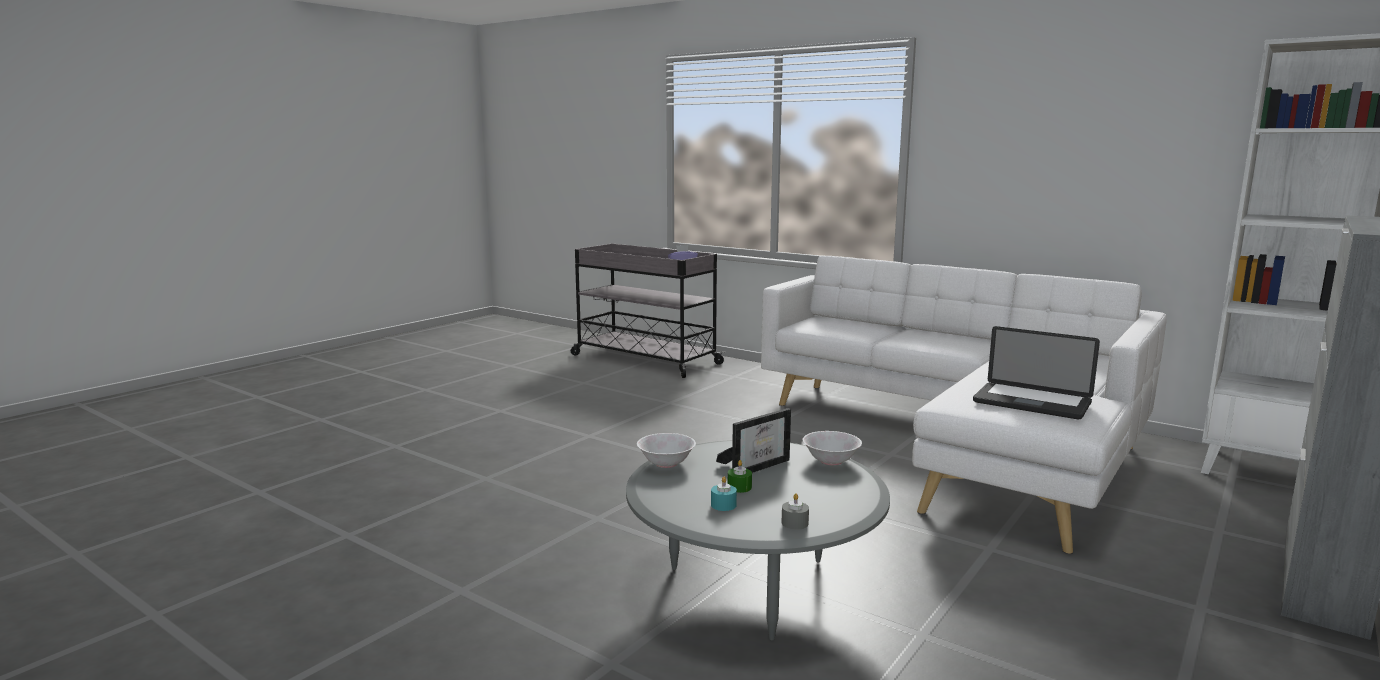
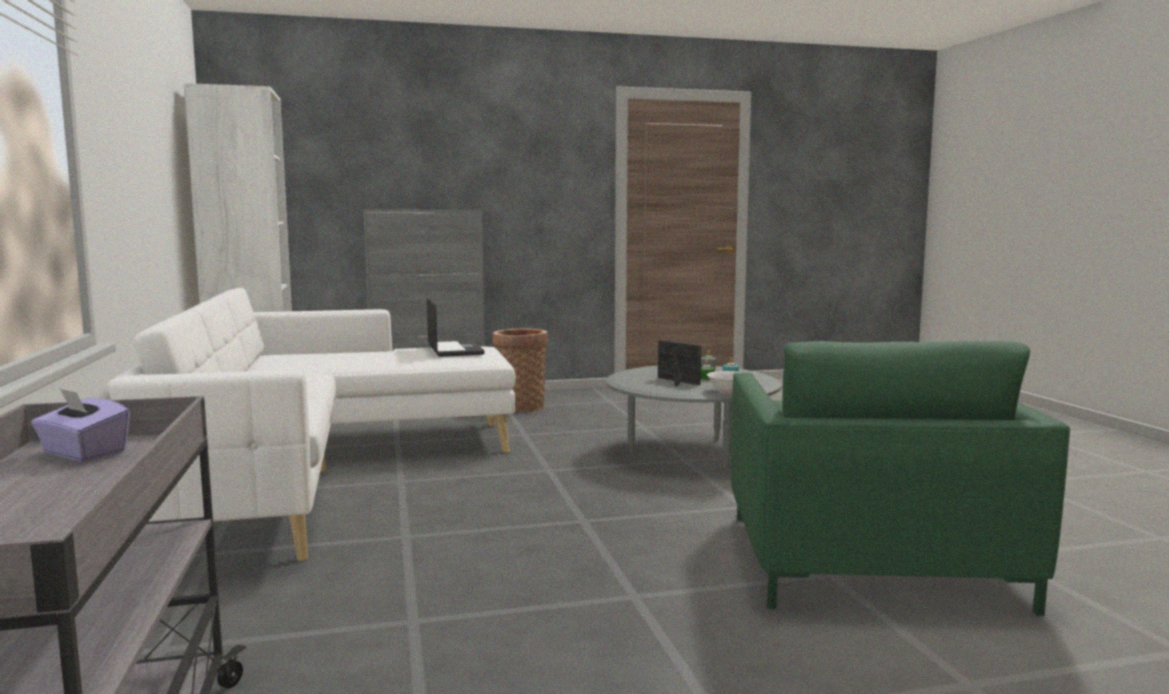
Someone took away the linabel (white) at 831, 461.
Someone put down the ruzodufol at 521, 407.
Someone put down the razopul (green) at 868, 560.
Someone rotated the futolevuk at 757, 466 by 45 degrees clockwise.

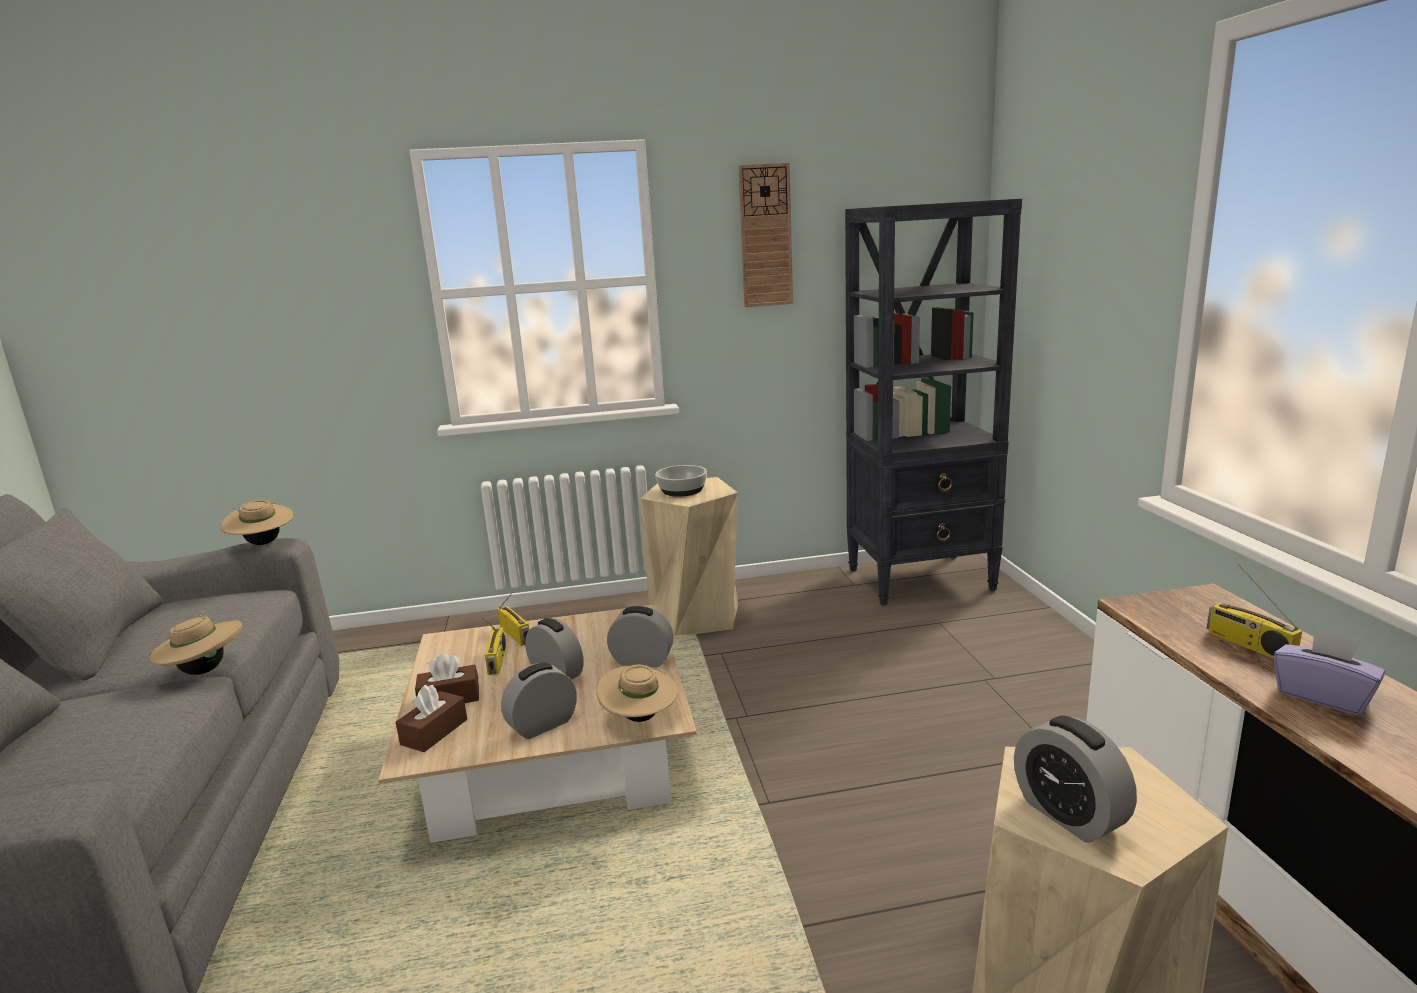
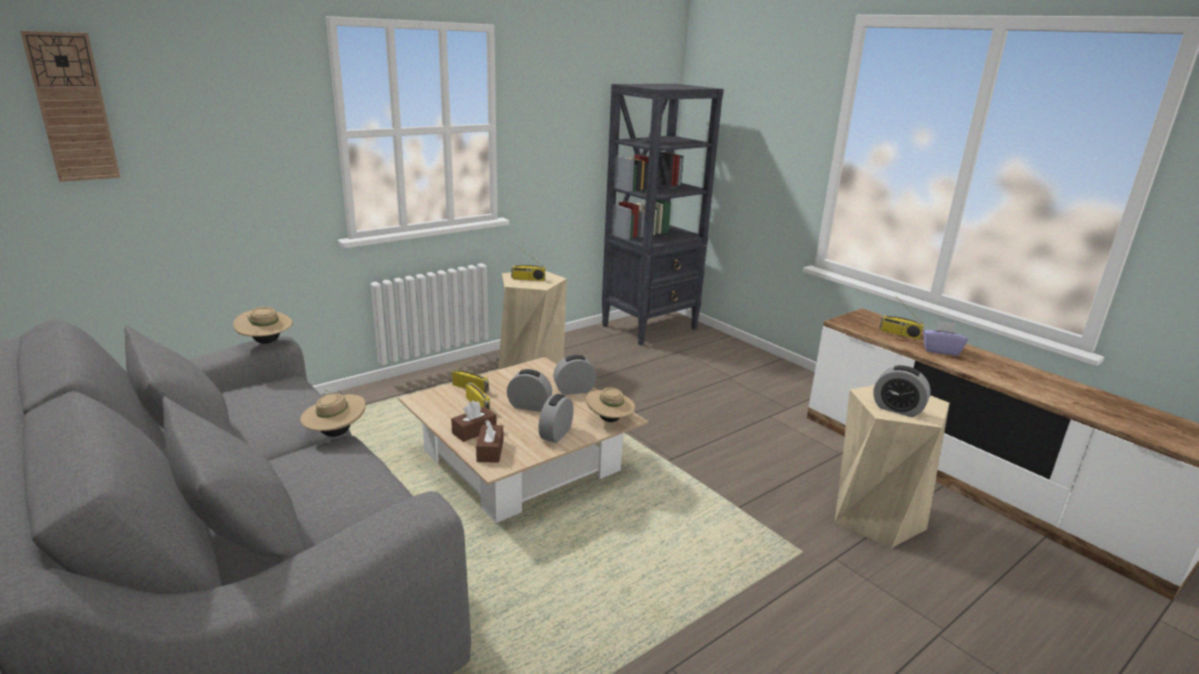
Someone carried the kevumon from 766, 236 to 73, 108.
Someone swapped the linabel at 683, 490 for the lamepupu at 528, 279.

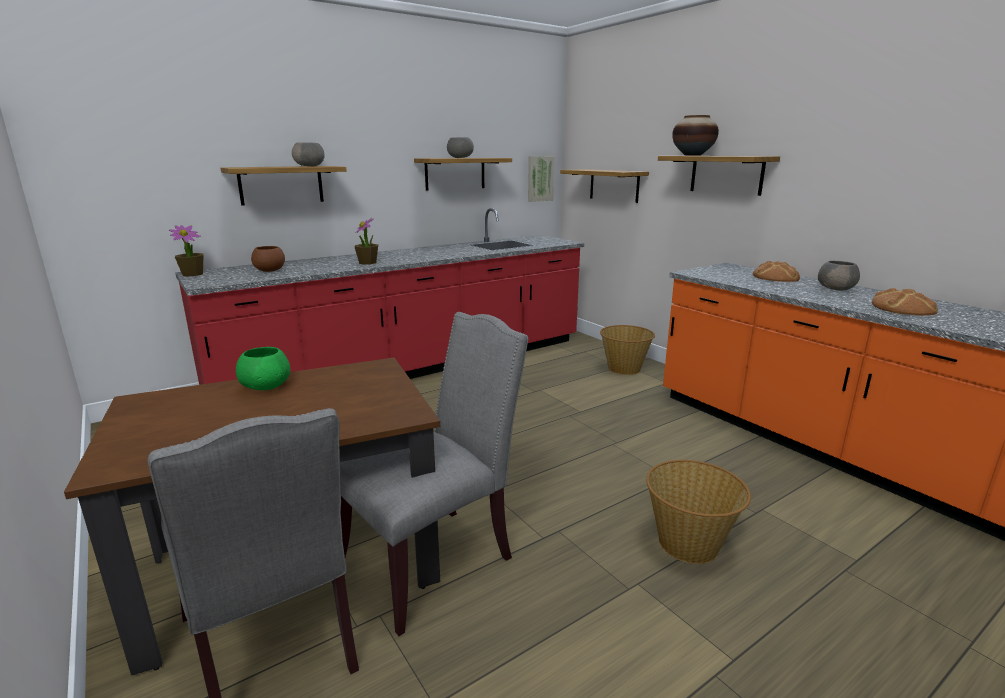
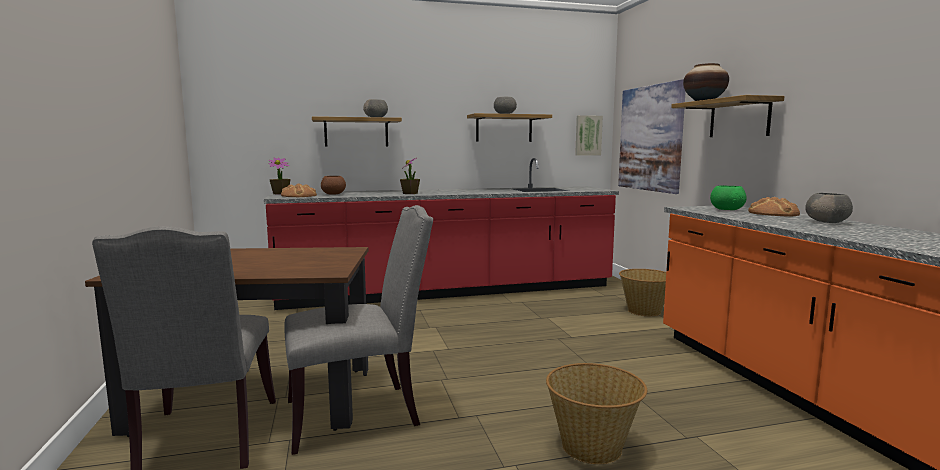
Someone carried the linabel (green) from 266, 386 to 727, 210.
Someone carried the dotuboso from 902, 308 to 299, 196.
Someone swapped the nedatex at 614, 185 for the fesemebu at 650, 138.

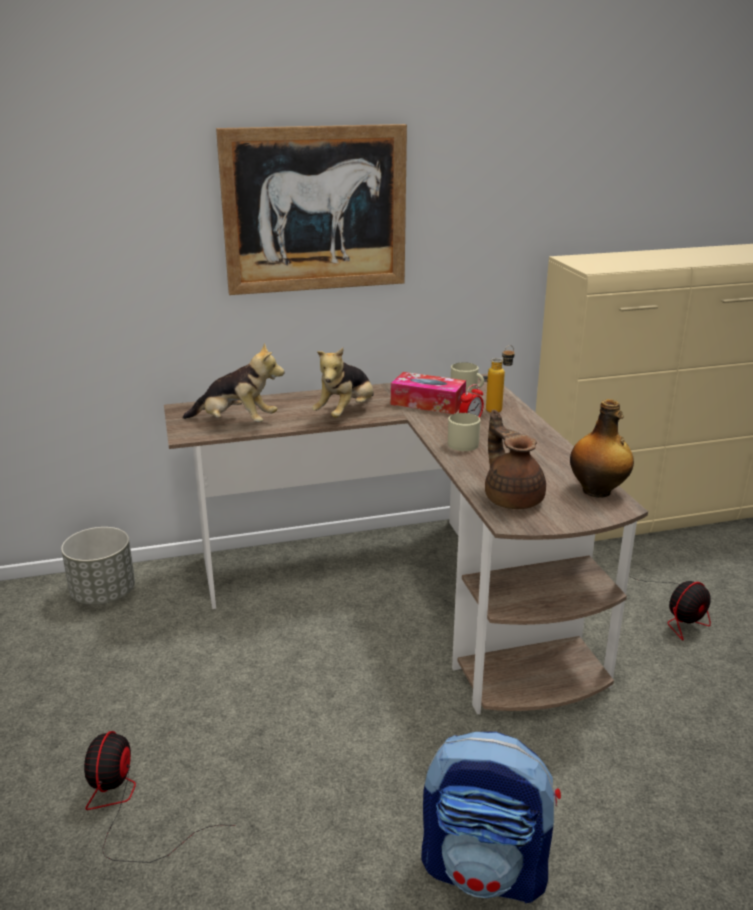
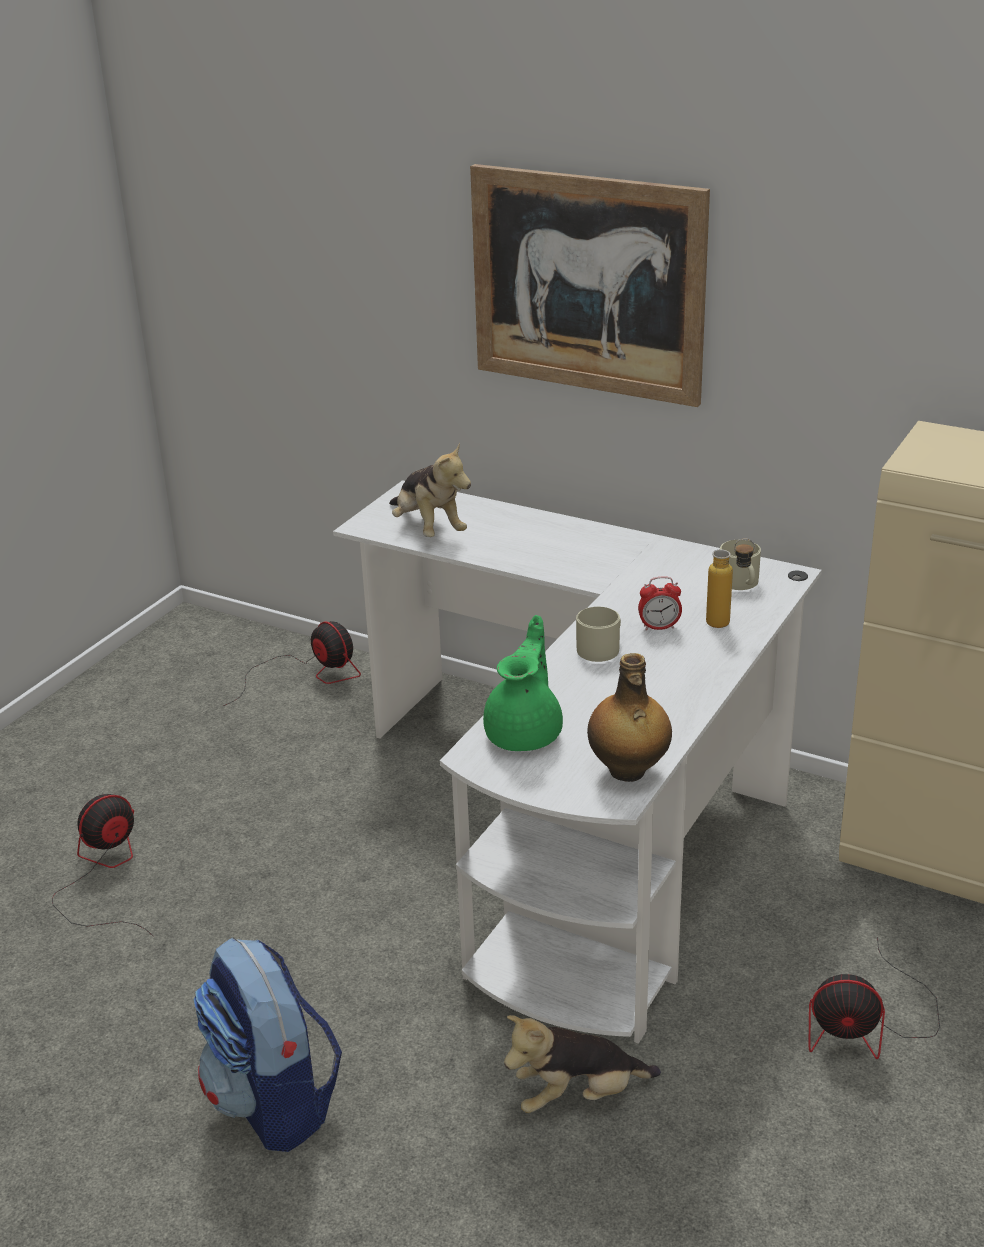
Someone took away the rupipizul at 428, 403.
Someone carried the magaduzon from 346, 413 to 577, 1096.
Someone swapped the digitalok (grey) at 104, 594 for the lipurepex at 309, 674.
Someone repainted the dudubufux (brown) at 413, 592, which became the dudubufux (white) at 587, 823.
Someone repainted the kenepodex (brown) at 512, 498, which became the kenepodex (green) at 526, 733.

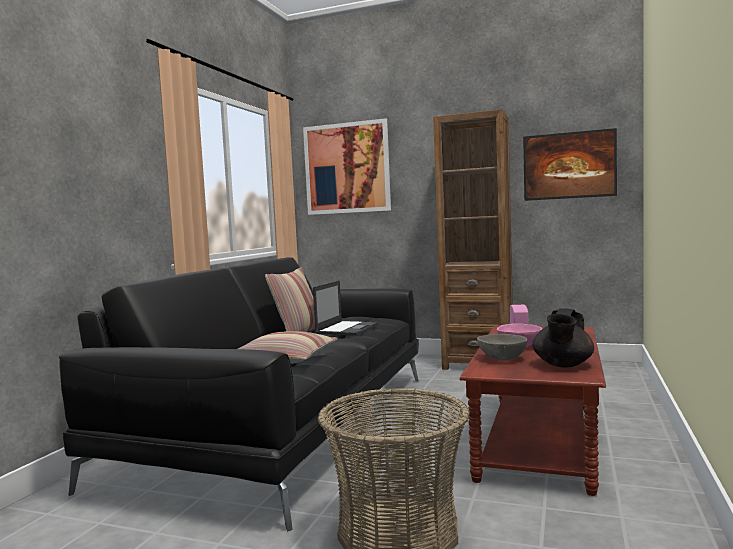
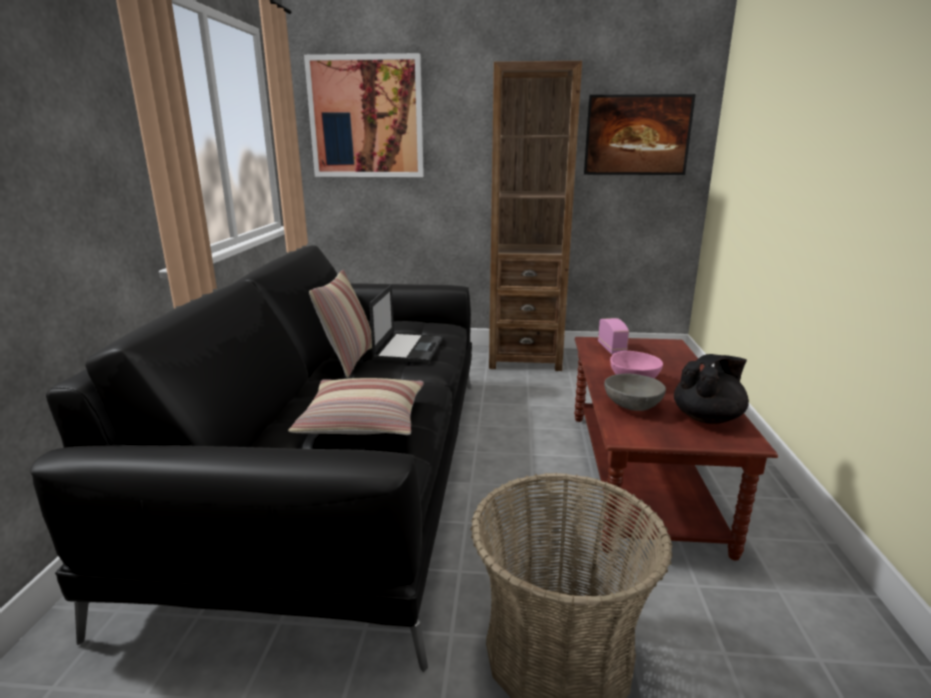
Someone rotated the kenepodex (black) at 563, 365 by 135 degrees counterclockwise.

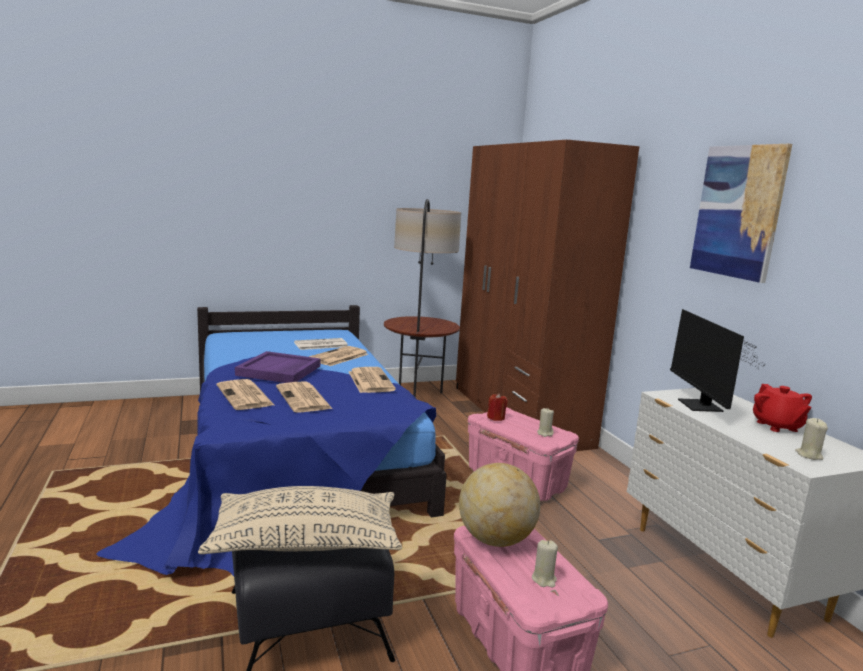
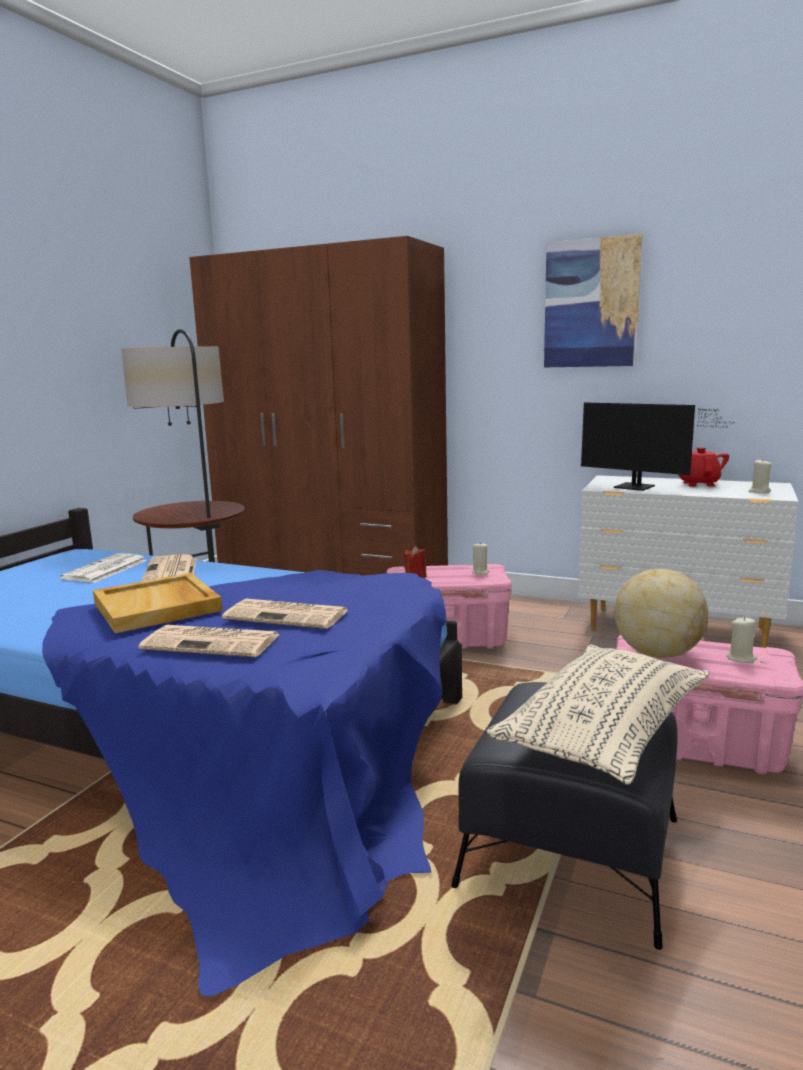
Someone took away the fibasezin at 370, 380.
Someone repainted the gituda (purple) at 279, 371, which became the gituda (beige) at 158, 607.
Someone rotated the kenepodex (red) at 777, 426 by 120 degrees counterclockwise.

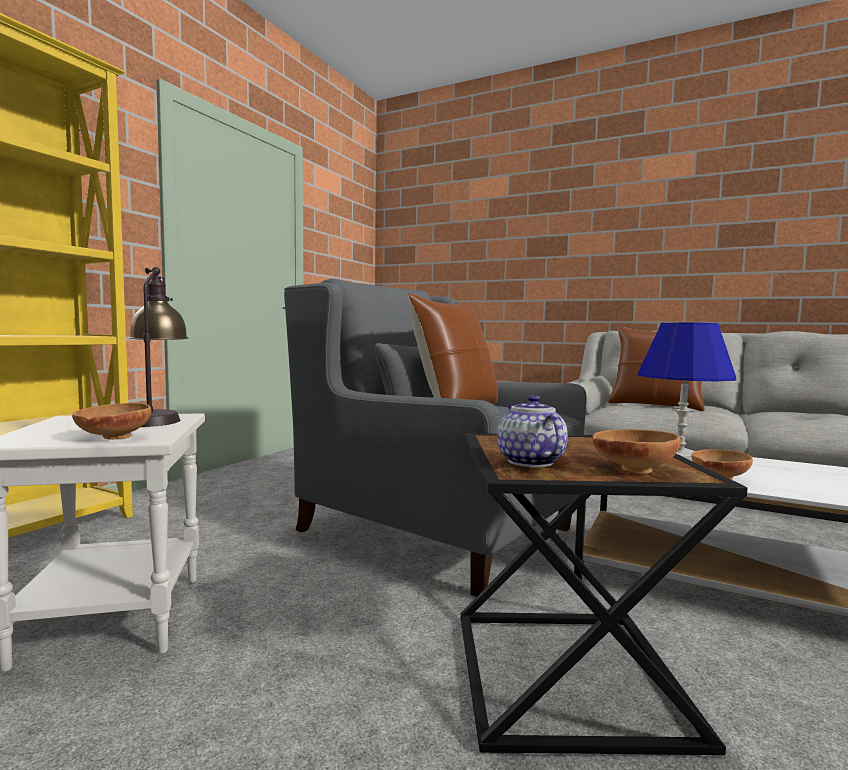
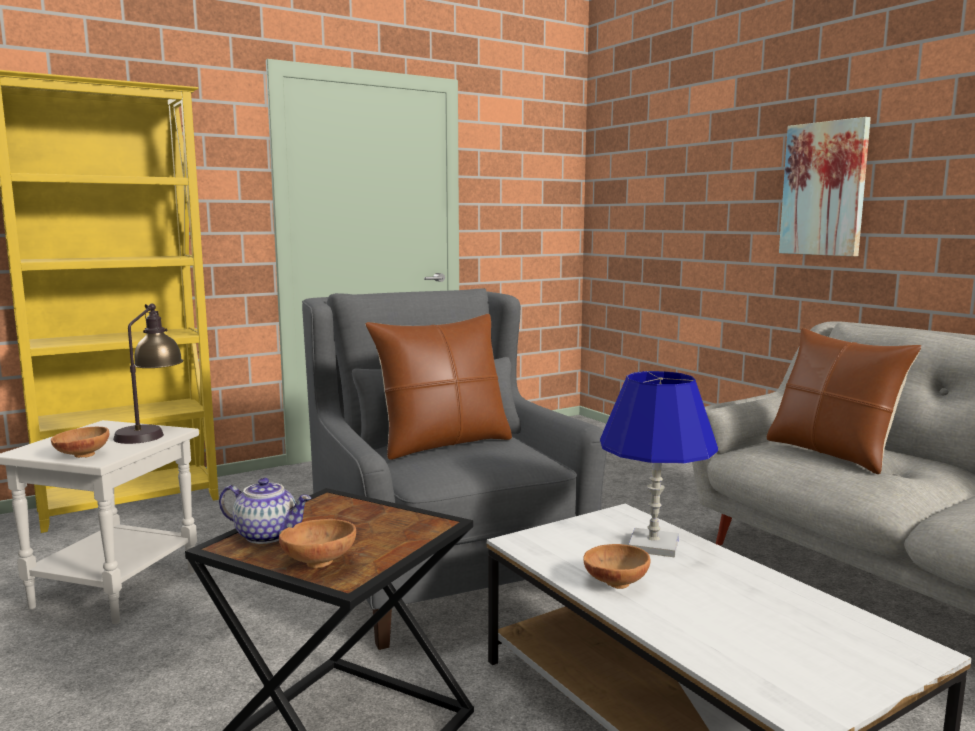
Someone put up the fesemebu at 824, 189.
Someone rotated the kenepodex at 528, 462 by 90 degrees clockwise.

